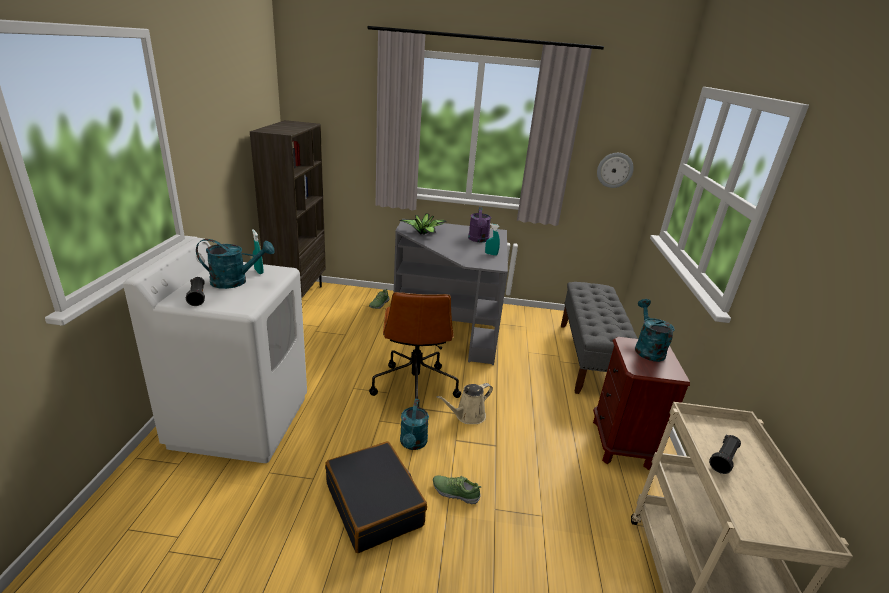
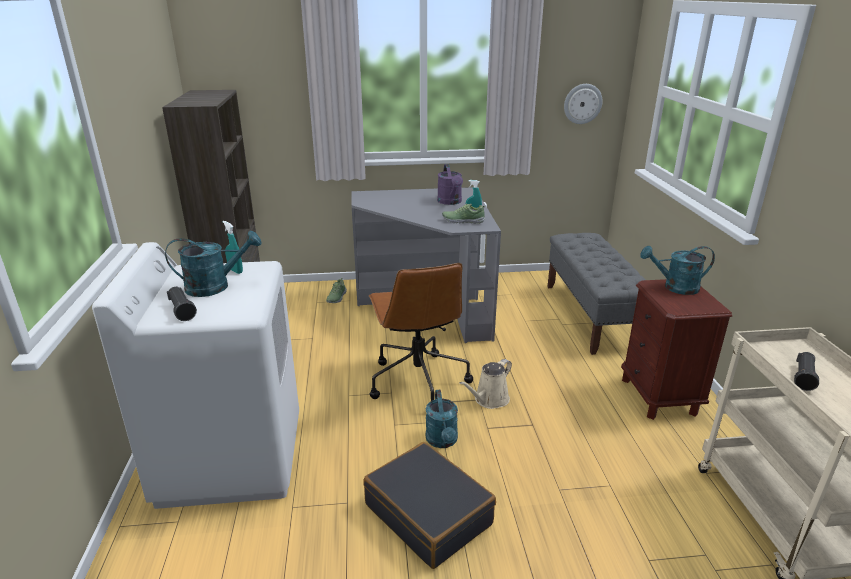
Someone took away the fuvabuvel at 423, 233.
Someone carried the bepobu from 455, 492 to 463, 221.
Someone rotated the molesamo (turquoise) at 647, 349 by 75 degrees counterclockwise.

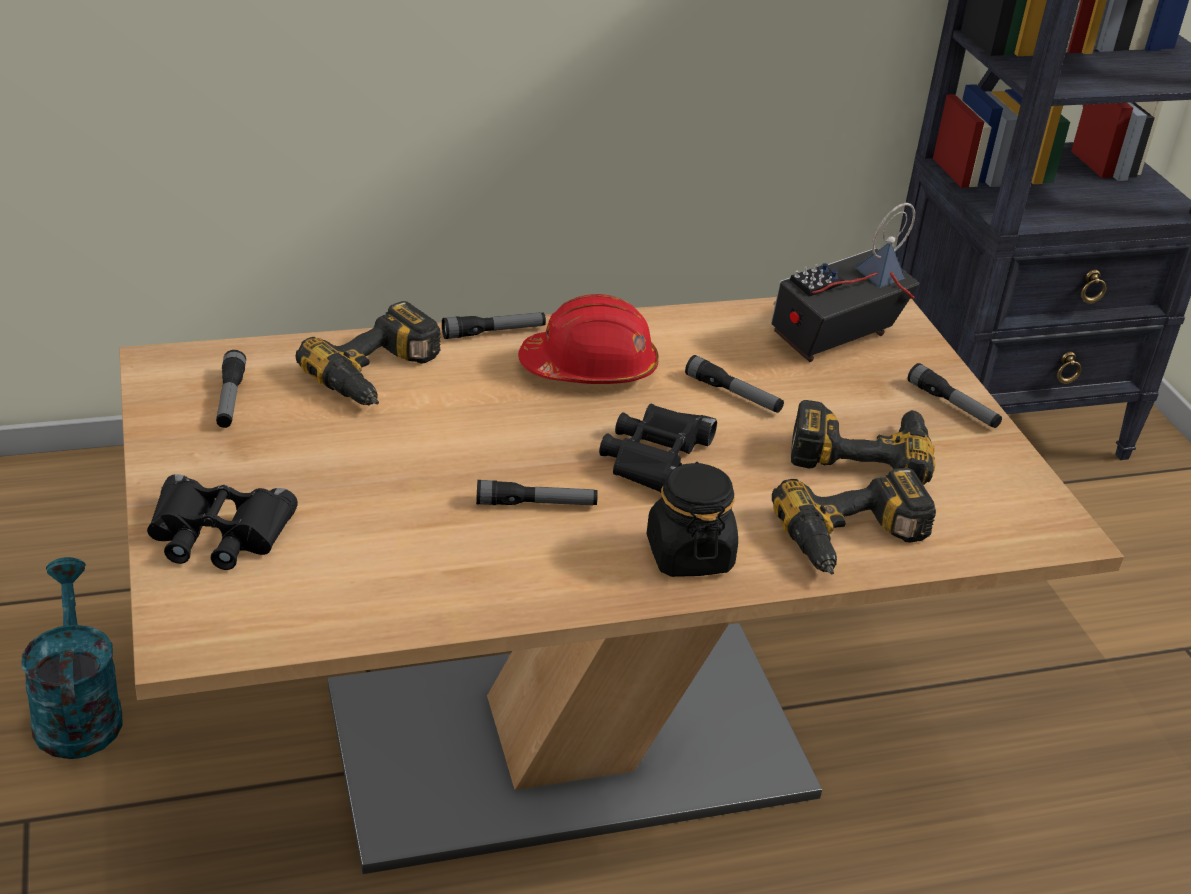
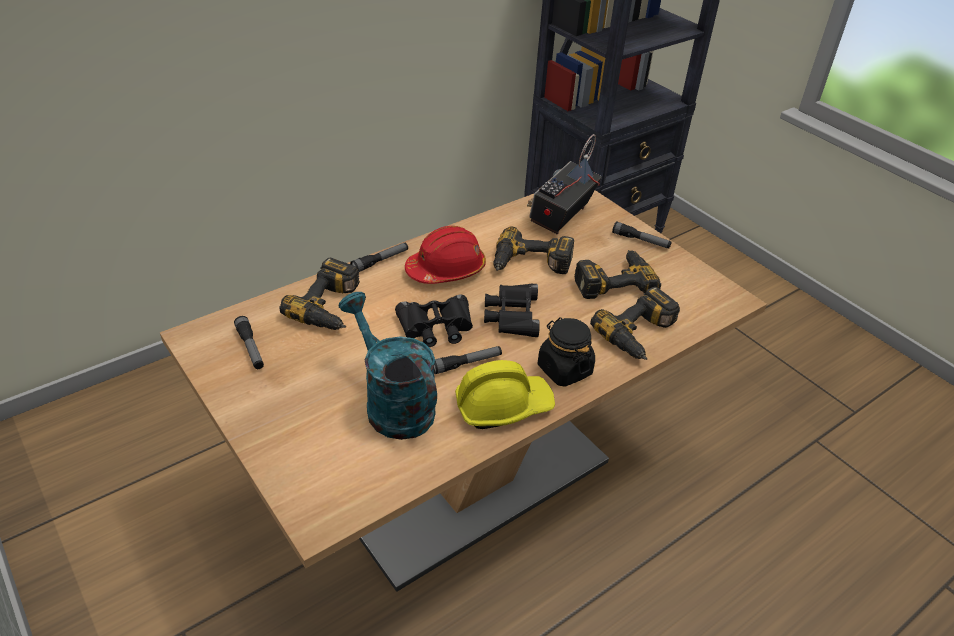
Someone put down the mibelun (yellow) at 503, 406.
Someone carried the molesamo (turquoise) from 77, 710 to 392, 403.
Someone carried the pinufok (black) from 217, 534 to 436, 327.
Someone swapped the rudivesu at 733, 394 for the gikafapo at 530, 264.

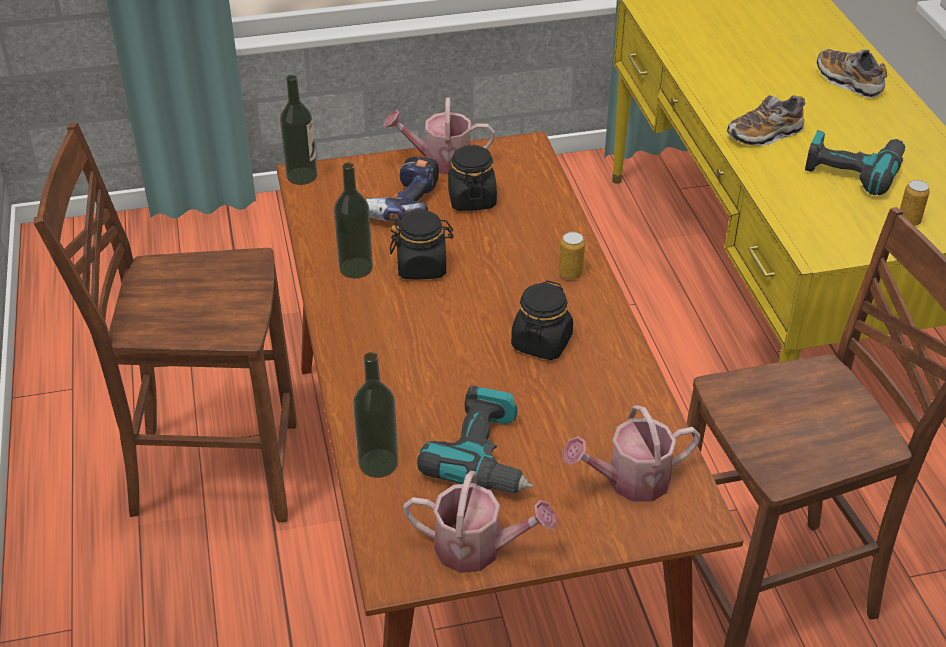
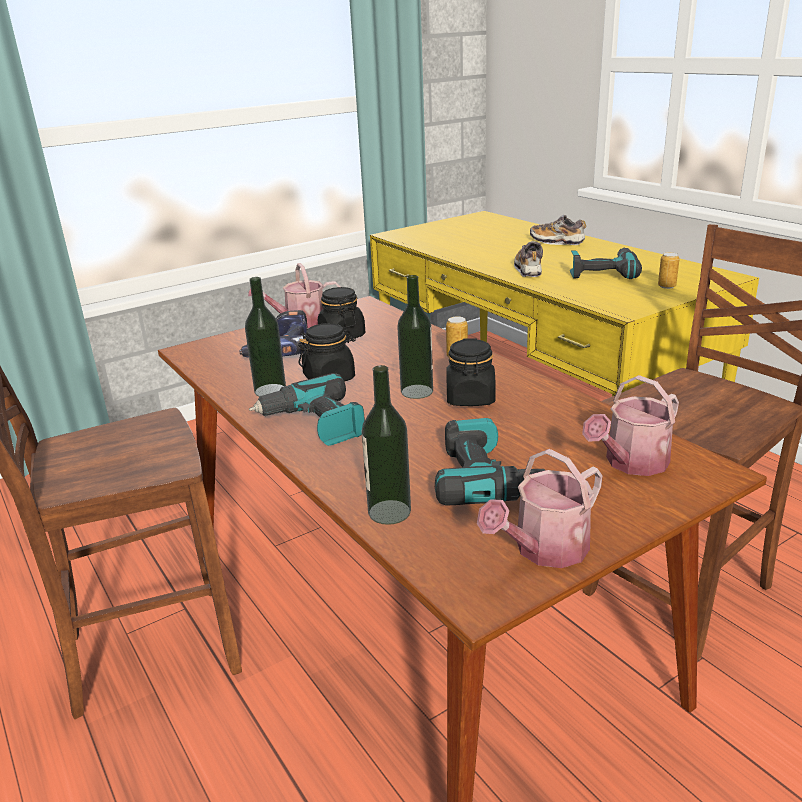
Someone put down the gikafapo at 314, 424.
Someone carried the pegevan from 302, 176 to 417, 391.
Someone rotated the molesamo at 478, 548 by 150 degrees clockwise.
Someone rotated the bepobu at 764, 134 by 135 degrees clockwise.

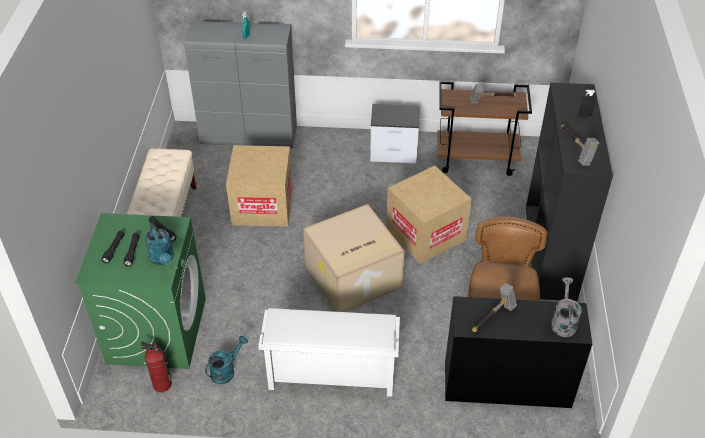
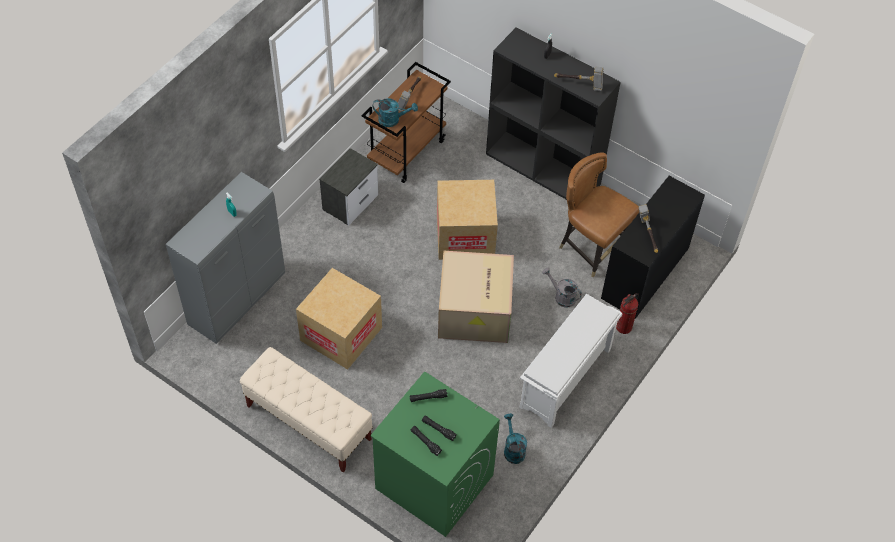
Someone carried the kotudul from 162, 385 to 624, 327.
Someone carried the molesamo (turquoise) from 163, 259 to 393, 120.
Someone carried the molesamo (grey) from 563, 321 to 561, 296.

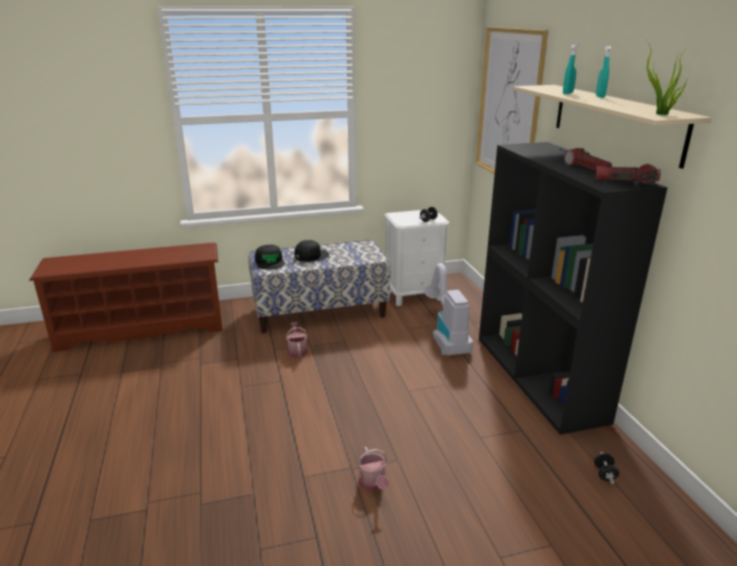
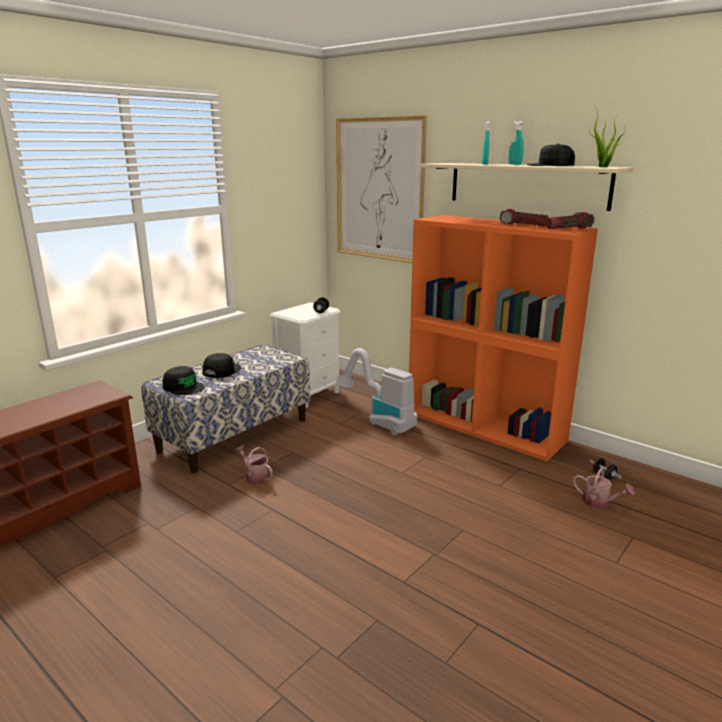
Someone put down the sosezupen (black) at 550, 165.
Someone carried the molesamo from 373, 484 to 599, 502.
Someone repainted the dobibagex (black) at 540, 377, which became the dobibagex (orange) at 485, 426.

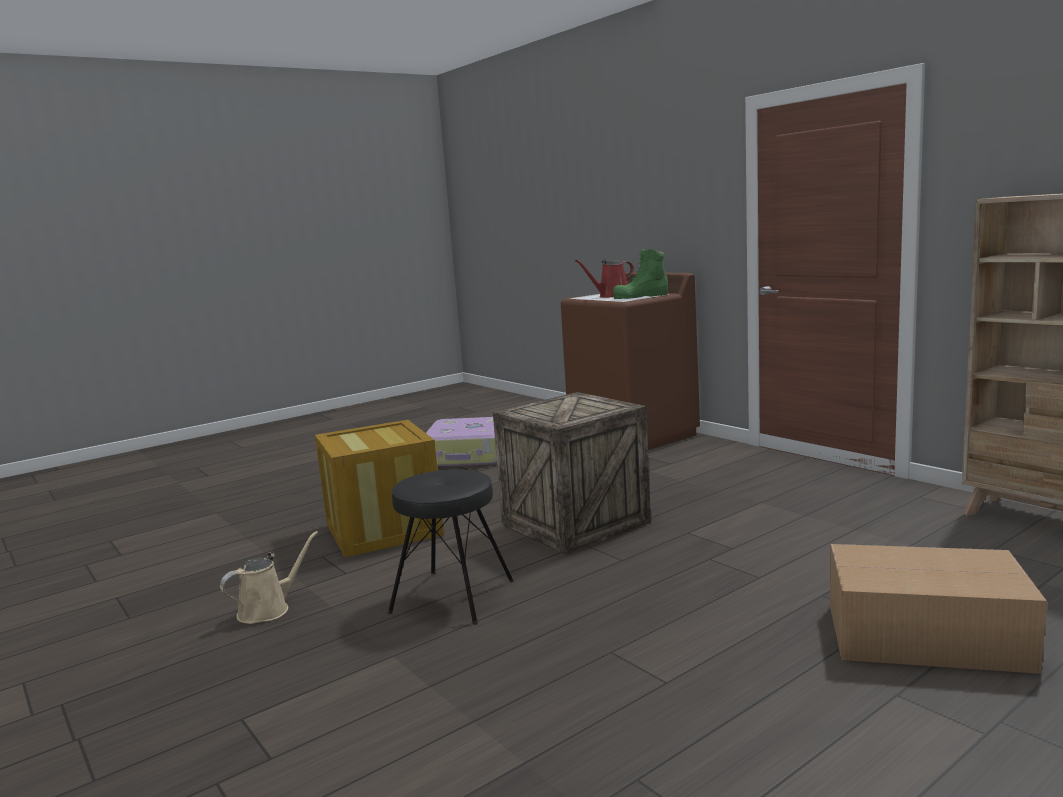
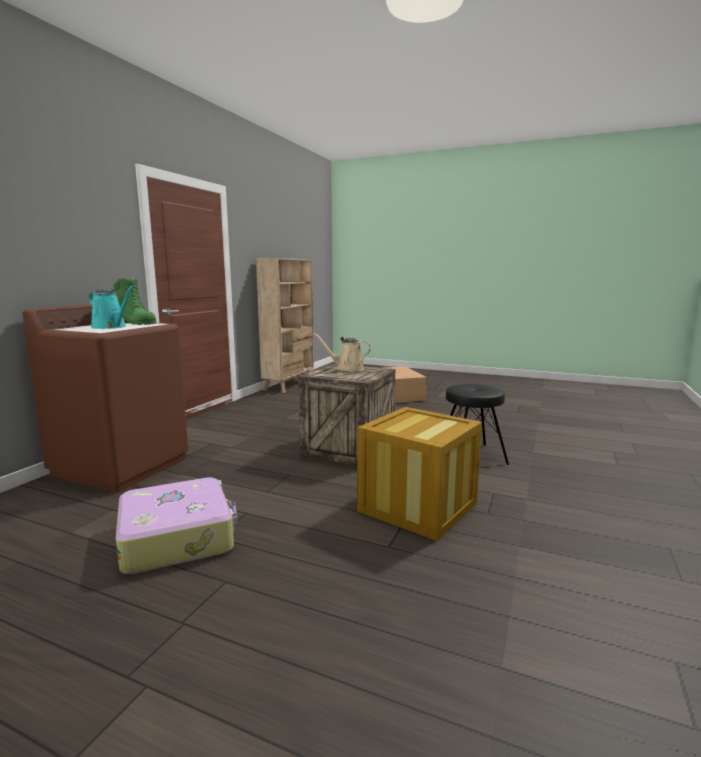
Someone carried the molesamo (beige) from 268, 610 to 347, 369.
Someone repainted the molesamo (red) at 611, 296, which became the molesamo (turquoise) at 111, 327.

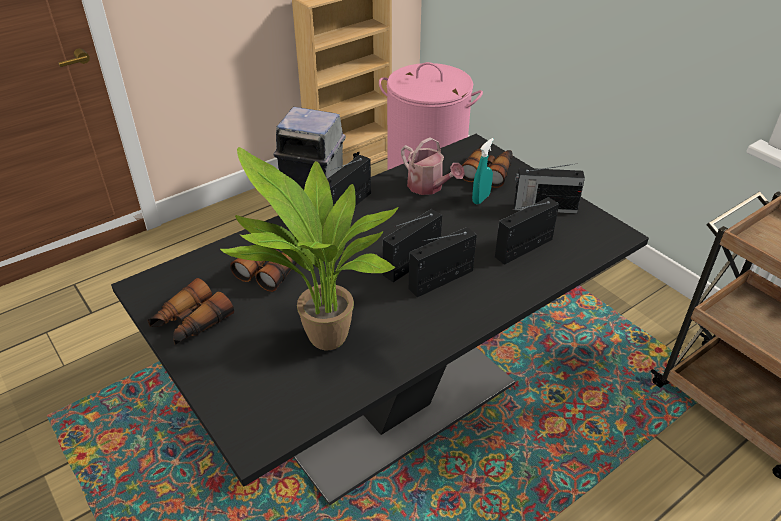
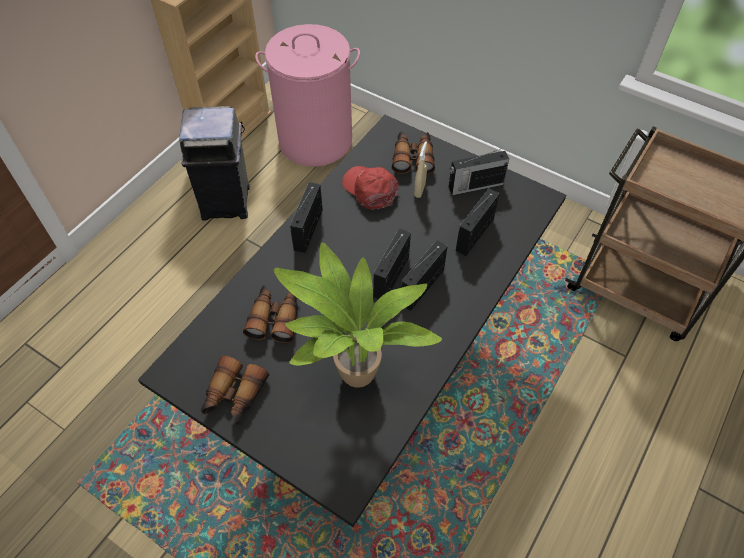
Someone swapped the molesamo at 429, 187 for the sosezupen (red) at 370, 189.
Someone repainted the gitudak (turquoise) at 481, 199, which became the gitudak (beige) at 419, 190.

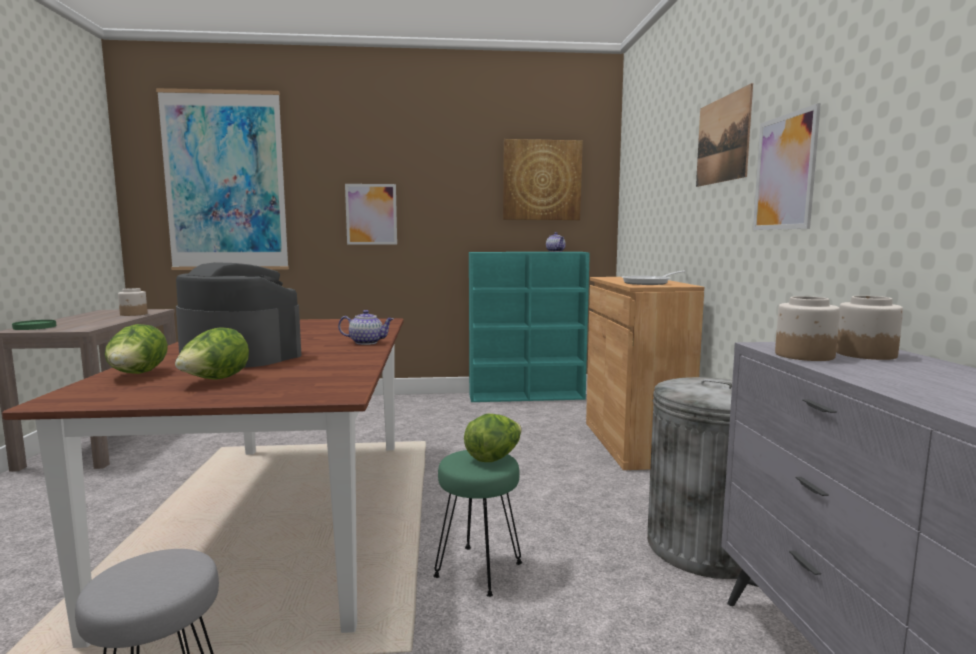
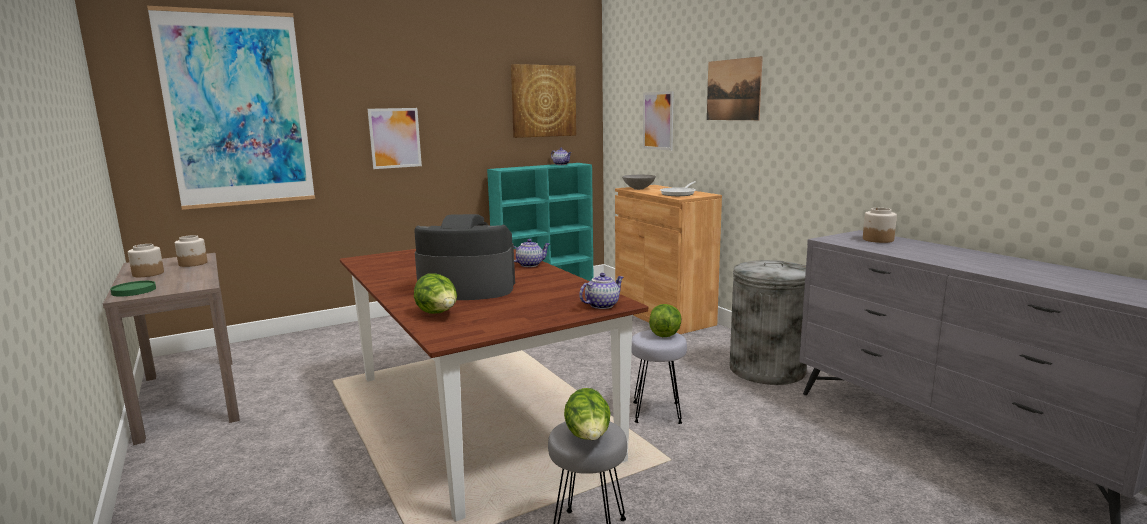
Someone put down the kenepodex at 602, 305.
Someone put down the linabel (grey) at 638, 189.
Someone carried the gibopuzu from 214, 380 to 588, 437.
Someone carried the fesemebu from 785, 172 to 658, 120.
Someone carried the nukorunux from 803, 355 to 148, 274.
Someone repainted the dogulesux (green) at 479, 570, which became the dogulesux (grey) at 657, 412.

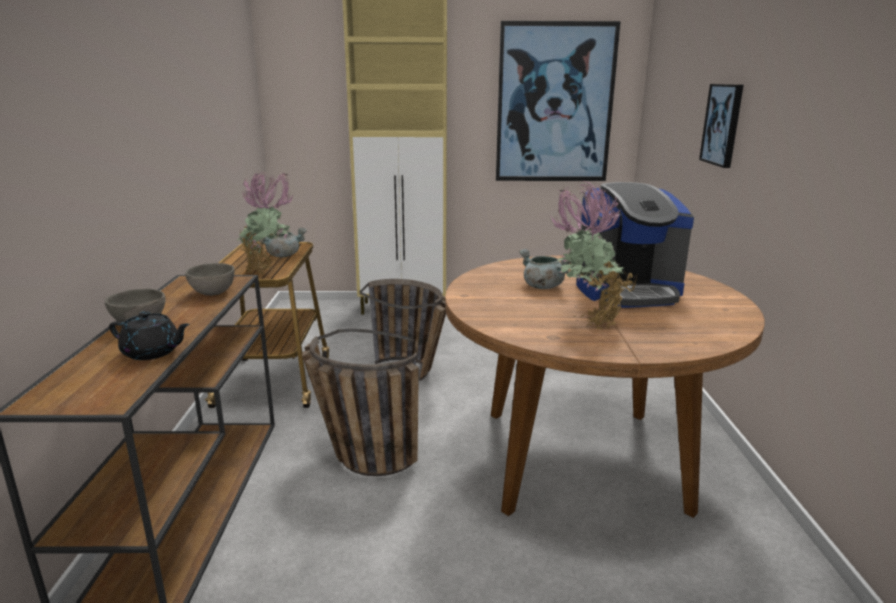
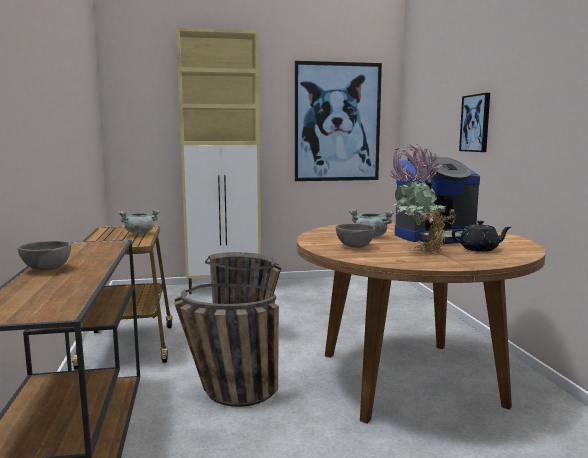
Someone took away the fuvabuvel at 269, 272.
Someone carried the kenepodex (black) from 152, 352 to 479, 249.
Someone carried the linabel (grey) from 212, 293 to 354, 247.

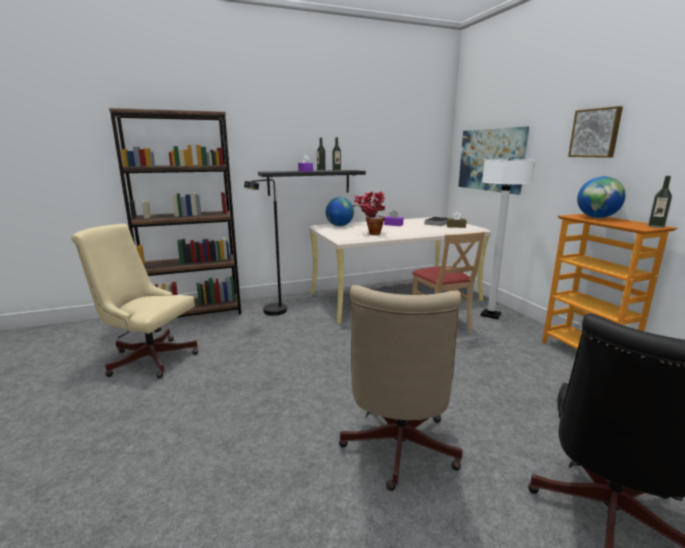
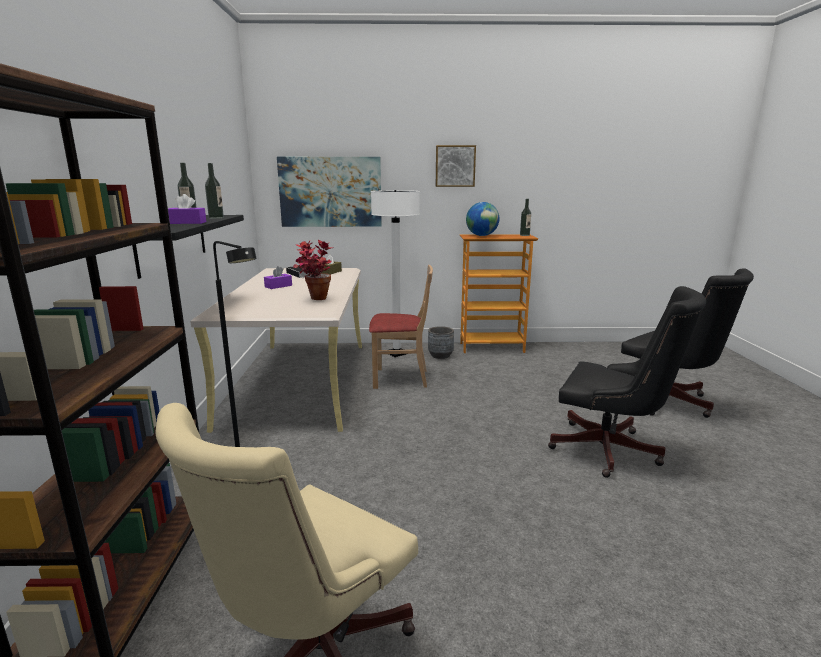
Someone took away the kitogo at 339, 226.
Someone put down the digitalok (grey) at 440, 355.
Someone repainted the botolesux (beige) at 397, 451, which became the botolesux (black) at 611, 451.

